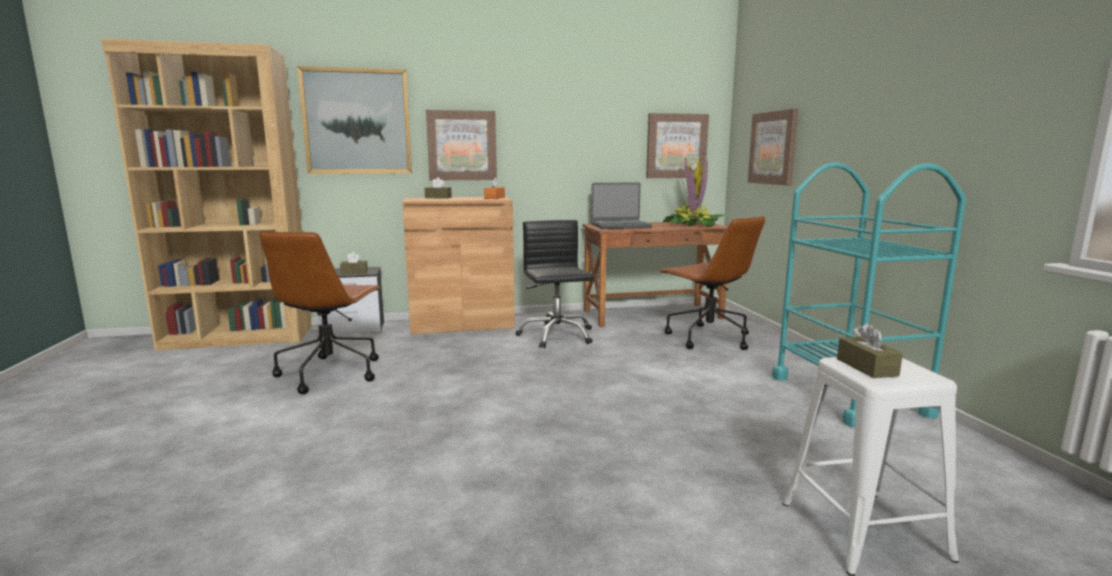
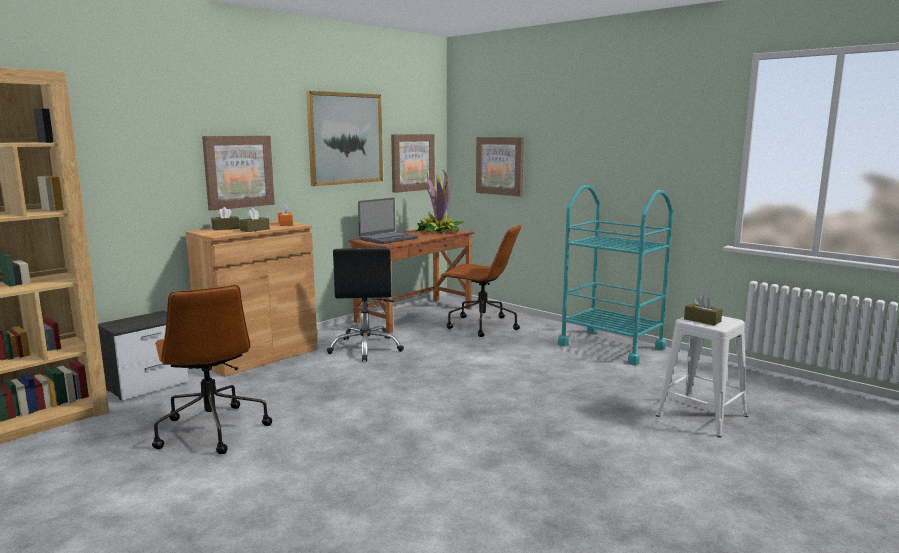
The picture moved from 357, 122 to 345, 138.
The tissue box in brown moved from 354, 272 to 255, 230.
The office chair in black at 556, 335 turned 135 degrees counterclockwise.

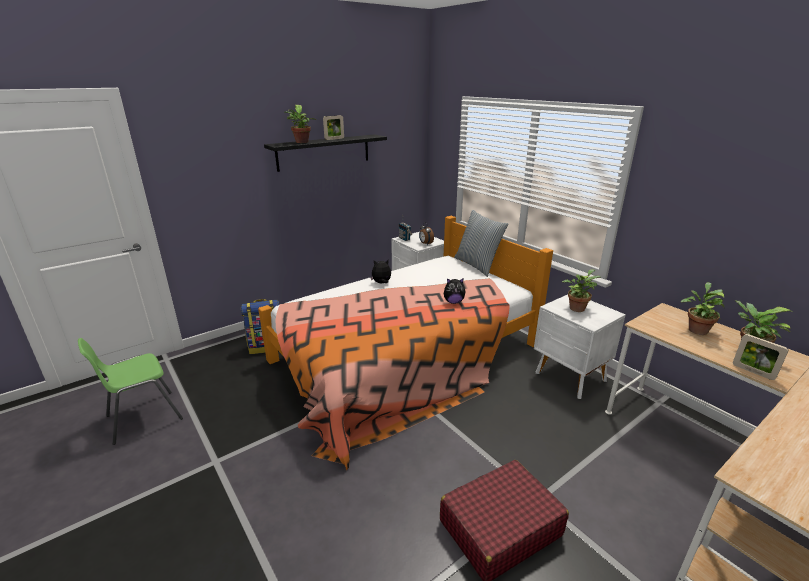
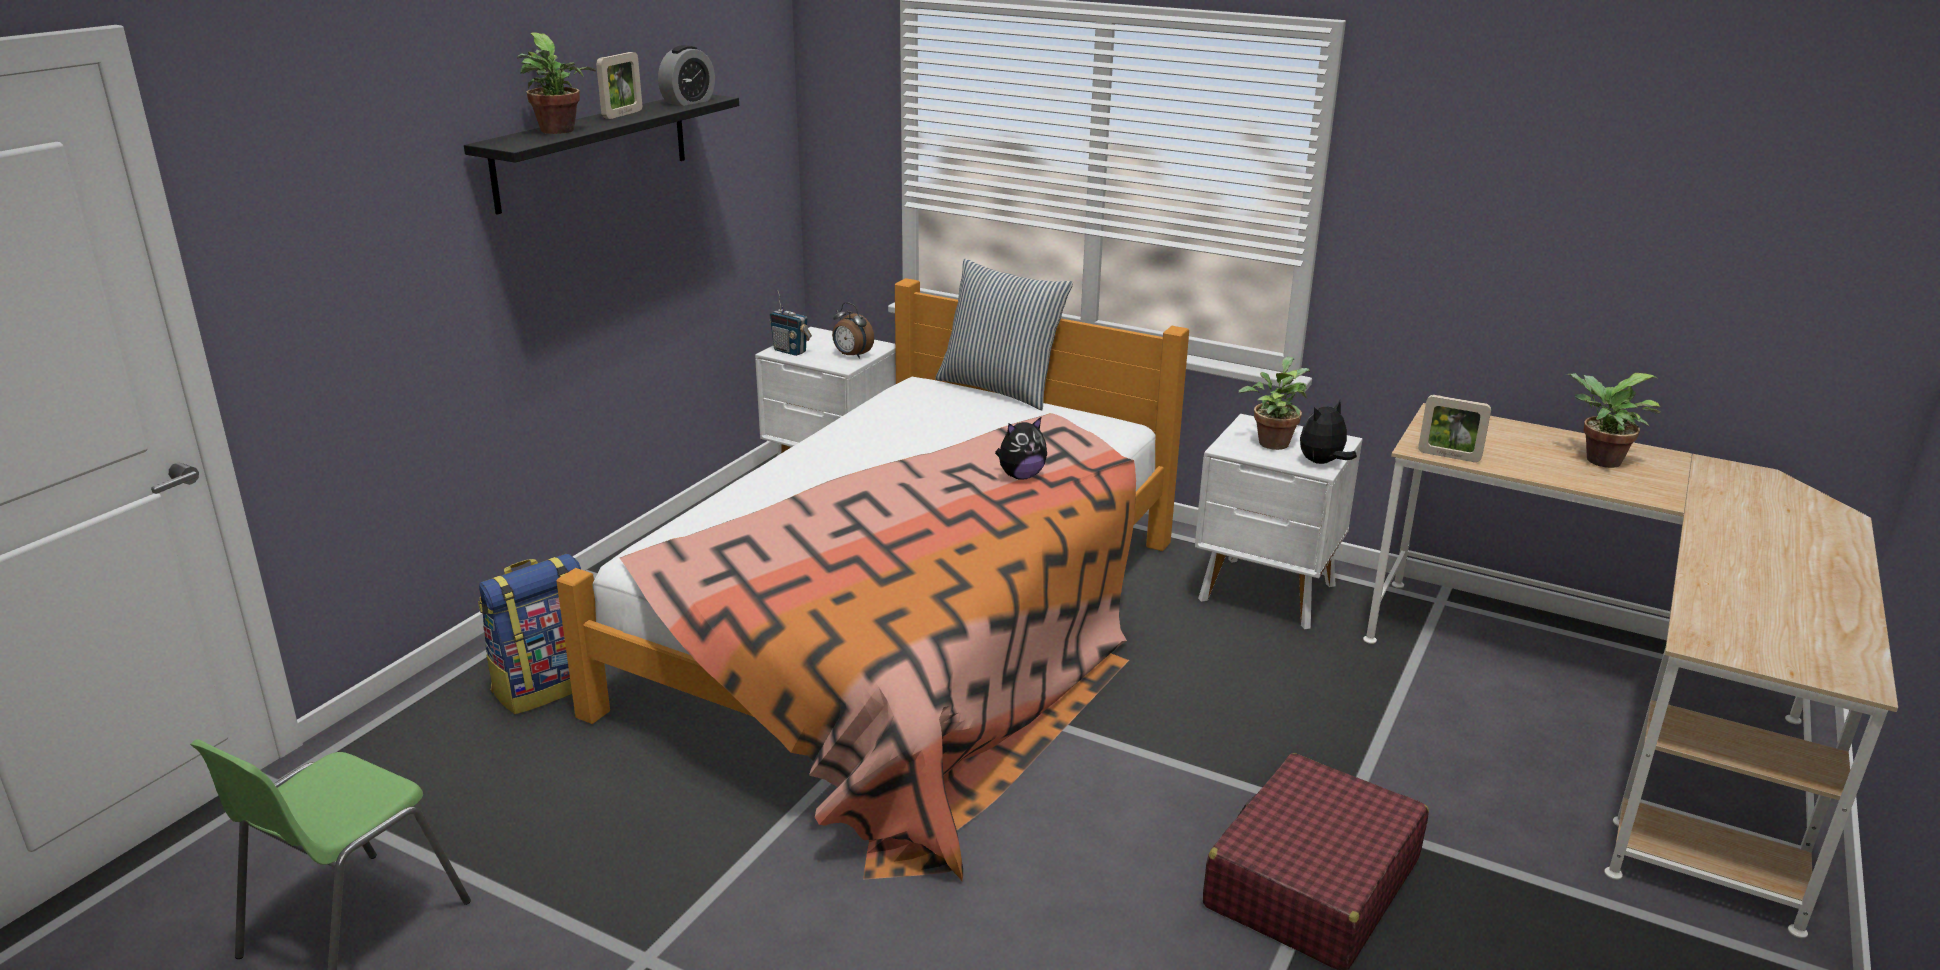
The plush toy moved from 381, 283 to 1322, 463.
The potted plant at 696, 329 disappeared.
The picture frame moved from 753, 371 to 1449, 456.
The alarm clock at 688, 102 appeared.

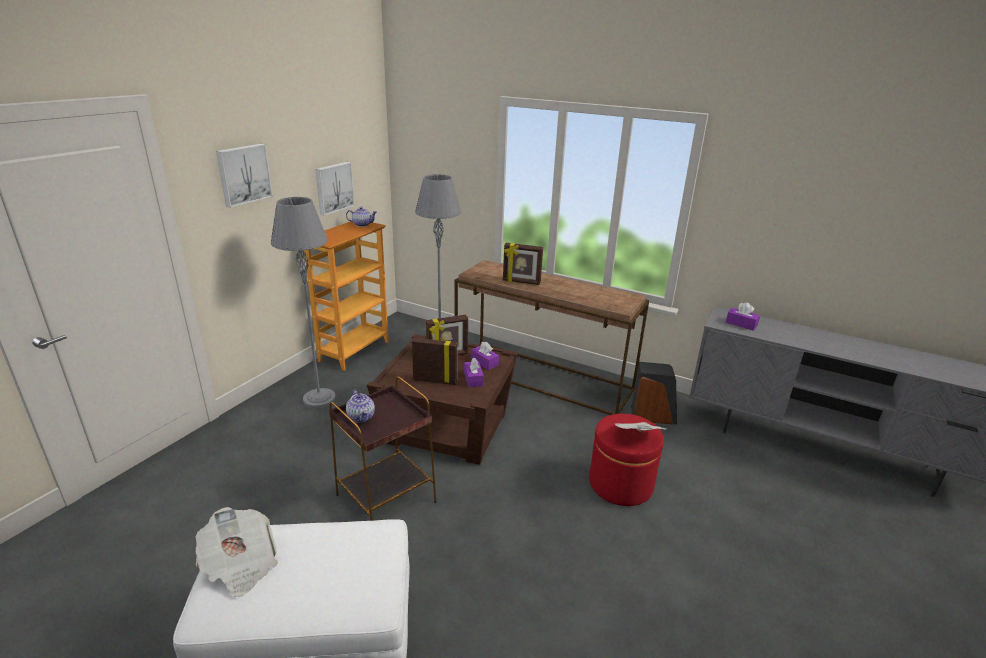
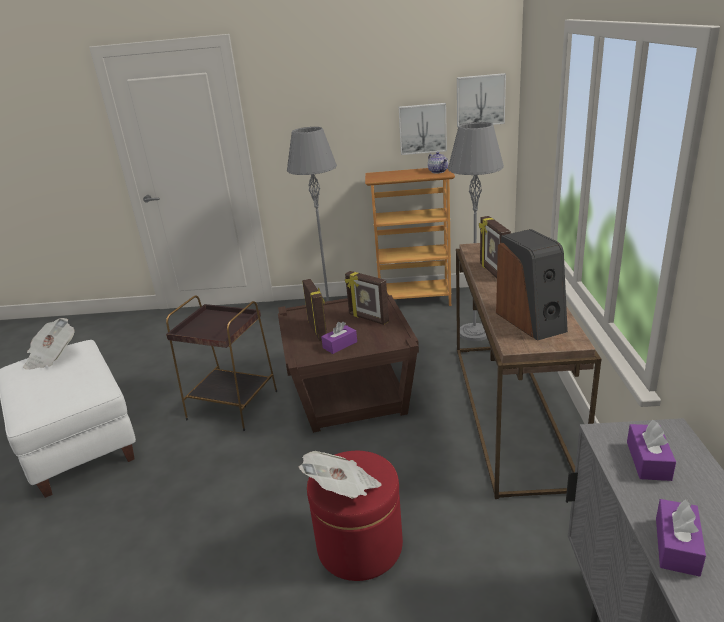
The picture moved from 243, 174 to 480, 100.
The teapot at 361, 417 disappeared.
The tissue box in purple moved from 484, 362 to 676, 546.
The speaker moved from 653, 415 to 531, 321.

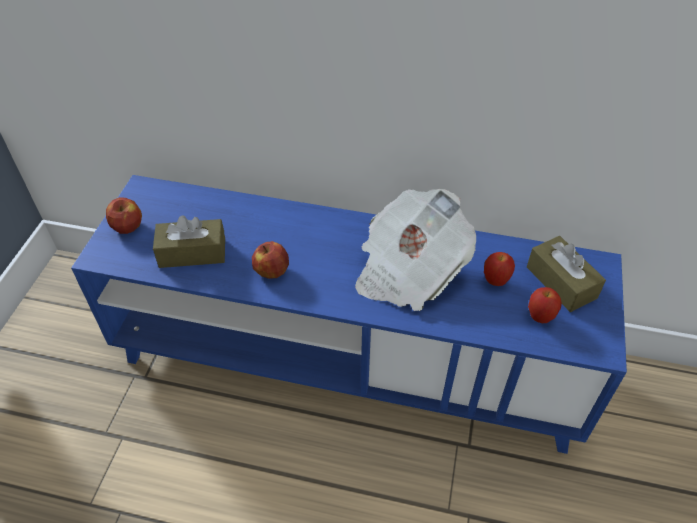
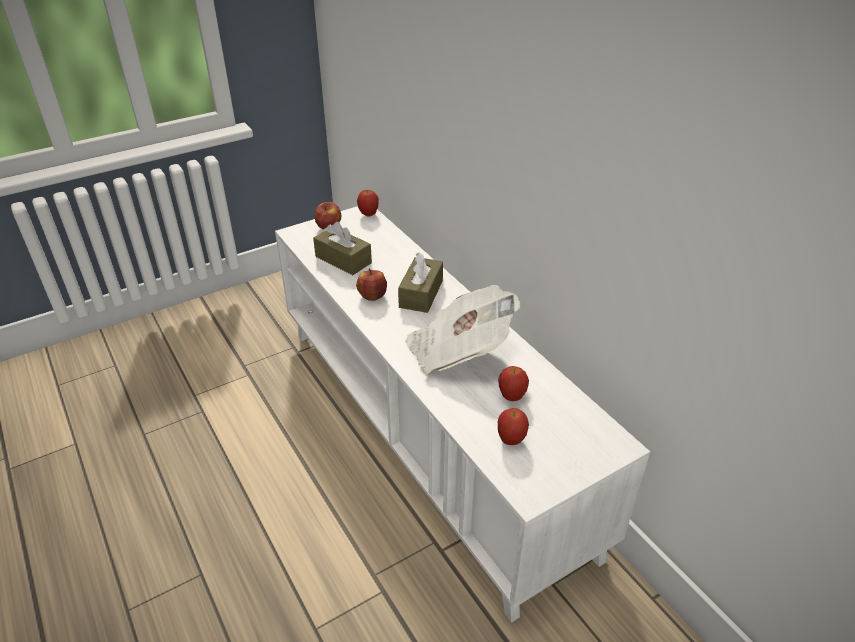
The tv stand in blue at 348, 359 became the tv stand in white at 427, 431.
The tissue box in brown moved from 561, 282 to 421, 294.
The apple at 368, 214 appeared.

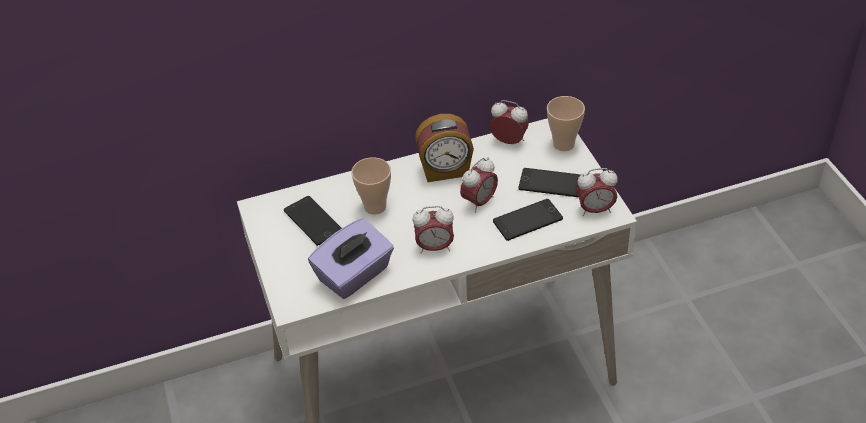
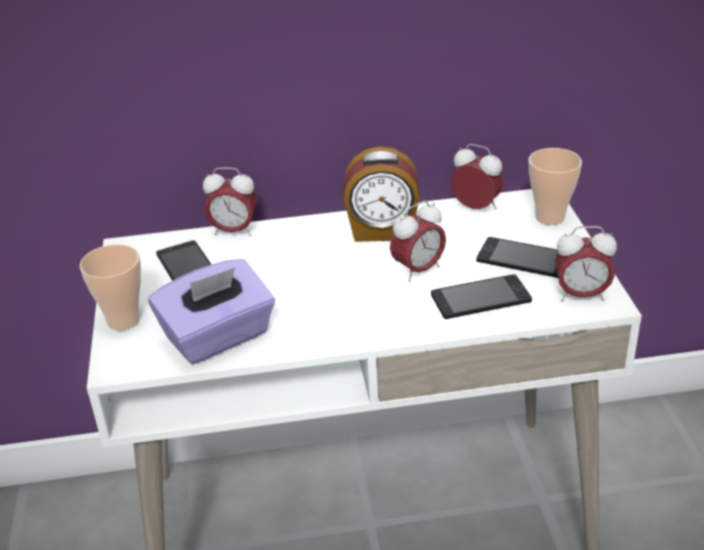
The cup moved from 375, 206 to 123, 320.
The alarm clock moved from 434, 247 to 234, 231.

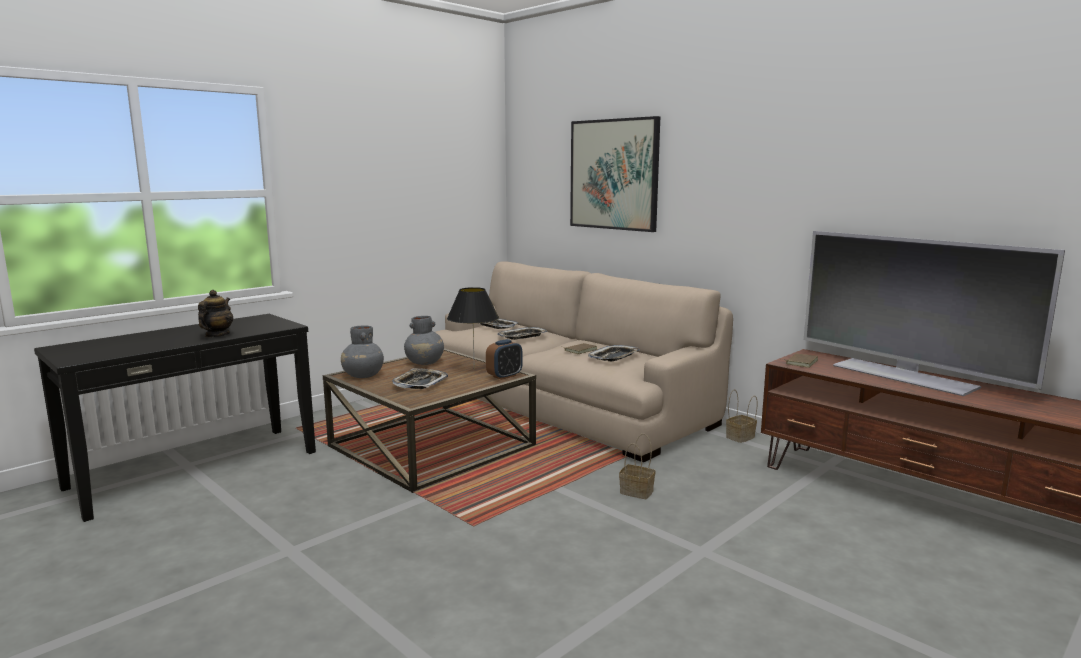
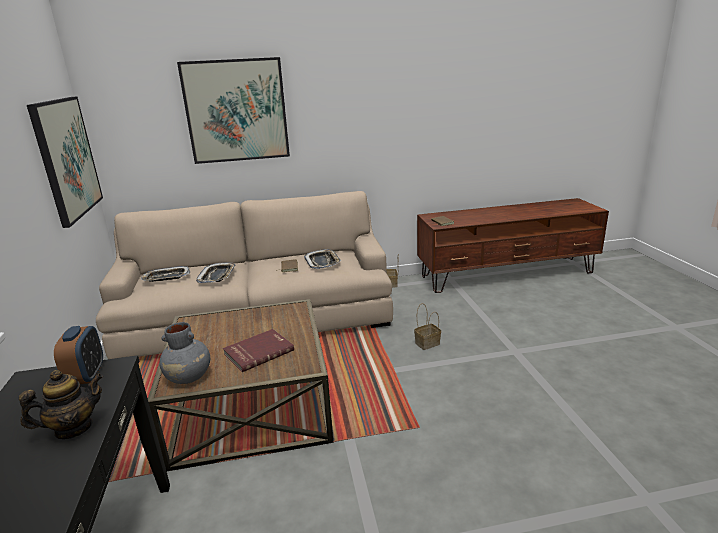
The teapot at 217, 335 turned 105 degrees clockwise.
The tray at 420, 383 was replaced by the book in red at 258, 351.
The vase in grey at 425, 363 disappeared.
The table lamp in black at 474, 369 disappeared.
The alarm clock moved from 504, 376 to 86, 376.
The television at 904, 376 disappeared.
The picture at 67, 158 appeared.

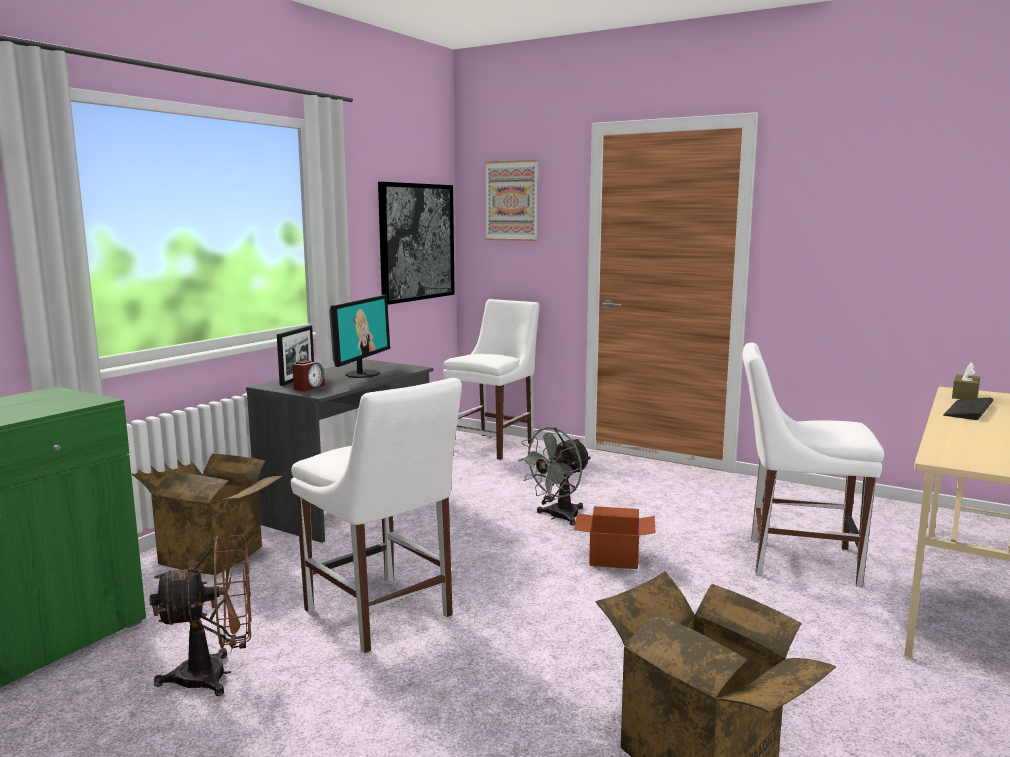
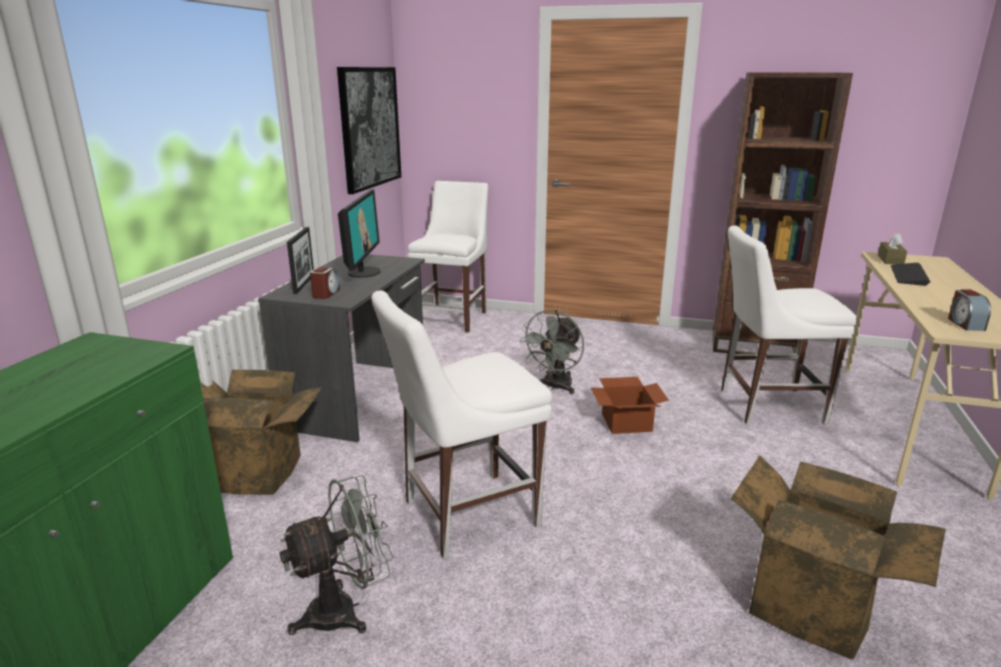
The fan in brown at 215, 675 became the fan in grey at 345, 610.
The chair in white at 381, 615 turned 120 degrees clockwise.
The picture at 512, 201 disappeared.
The bookcase in brown at 754, 345 appeared.
The alarm clock at 965, 324 appeared.

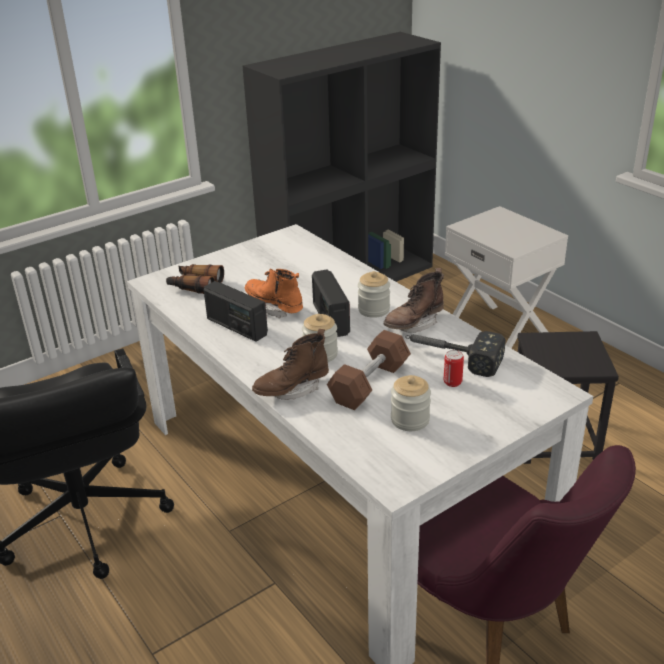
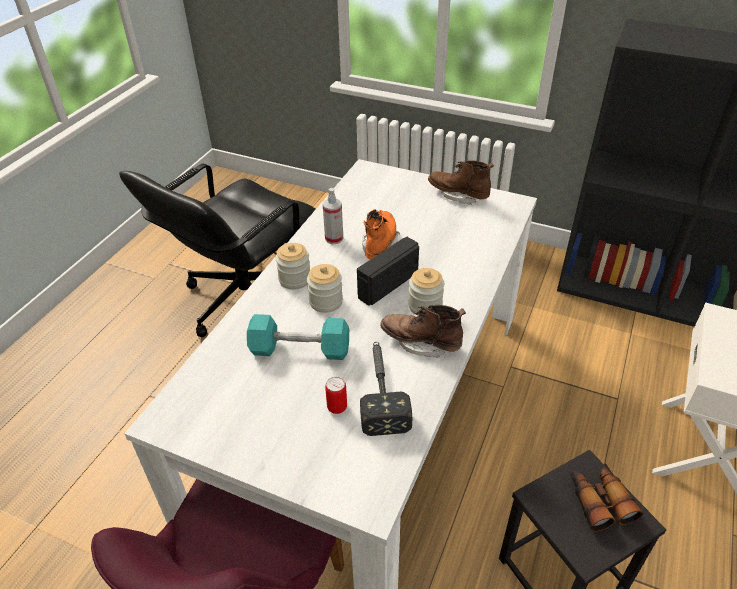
The binoculars moved from 195, 286 to 599, 500.
The radio at 236, 327 was replaced by the spray bottle at 334, 238.
The boot in brown moved from 292, 389 to 458, 195.
The dumbbell in brown at 369, 383 became the dumbbell in turquoise at 300, 349.
The jar moved from 410, 420 to 295, 279.

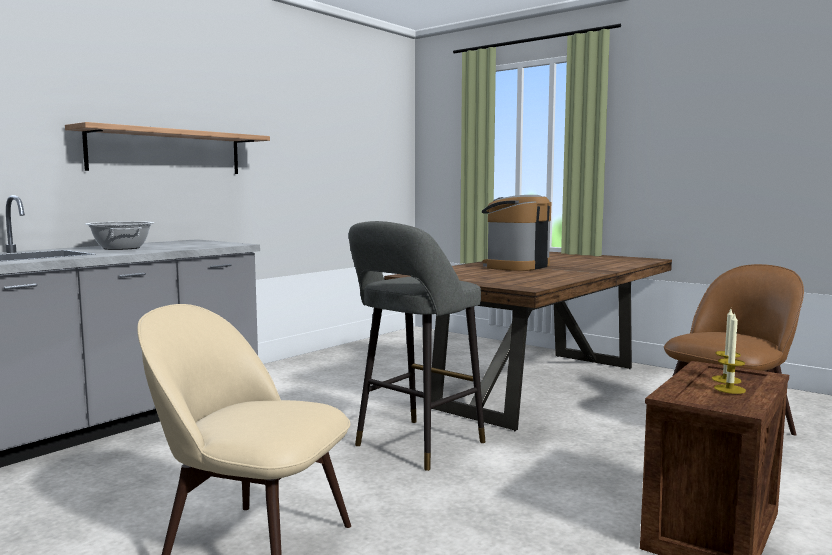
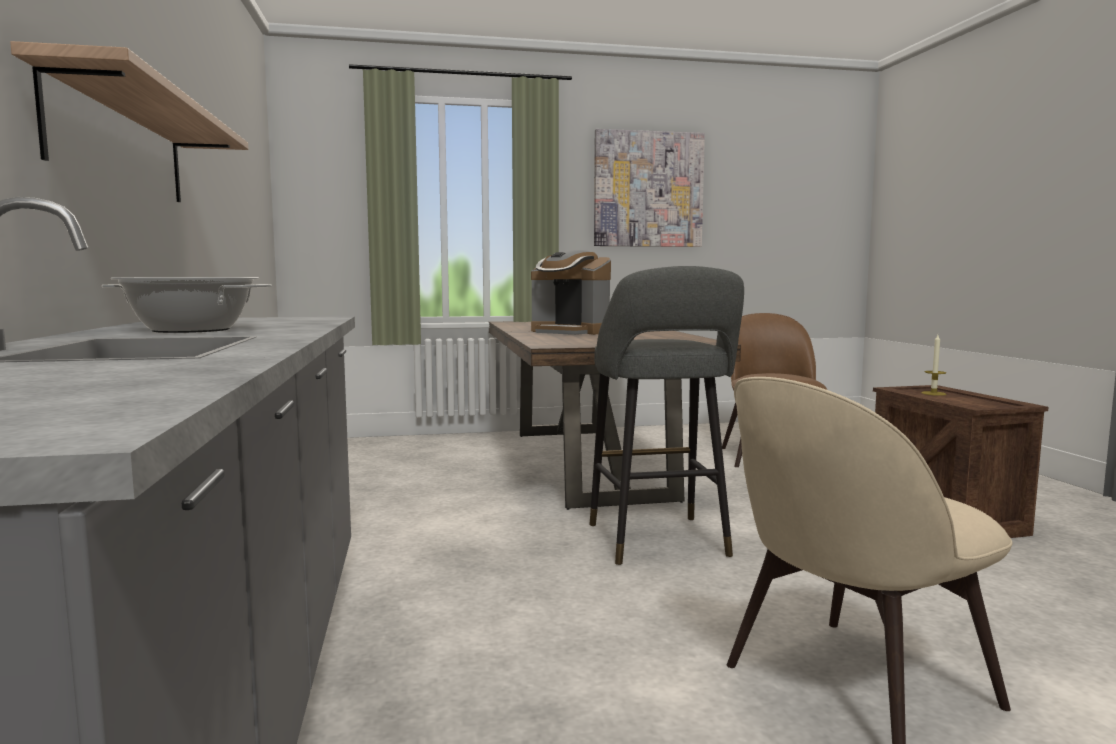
The coffee machine at 515, 266 turned 45 degrees counterclockwise.
The candle at 729, 389 disappeared.
The picture at 648, 189 appeared.

